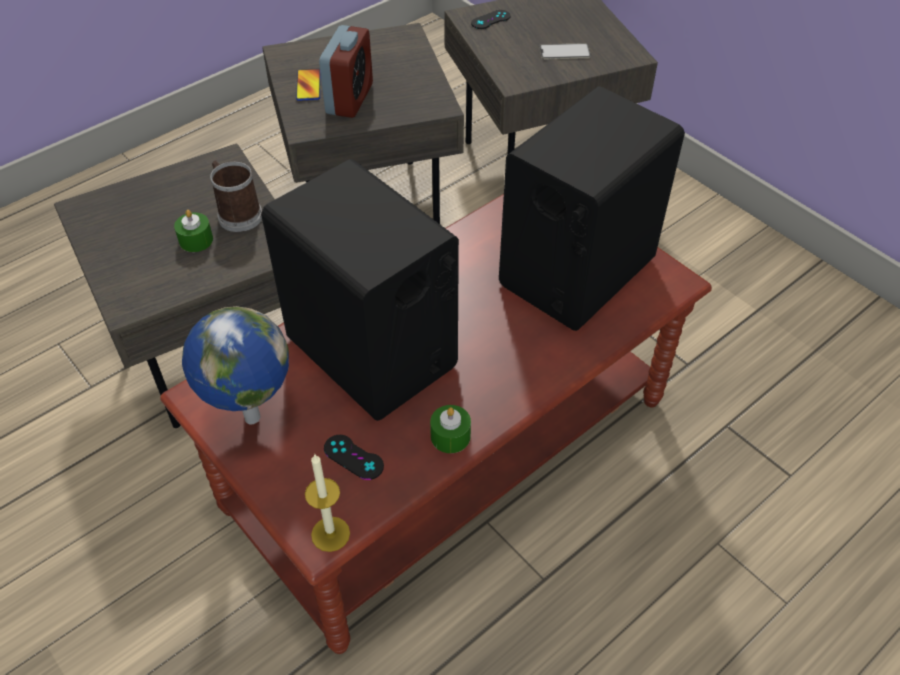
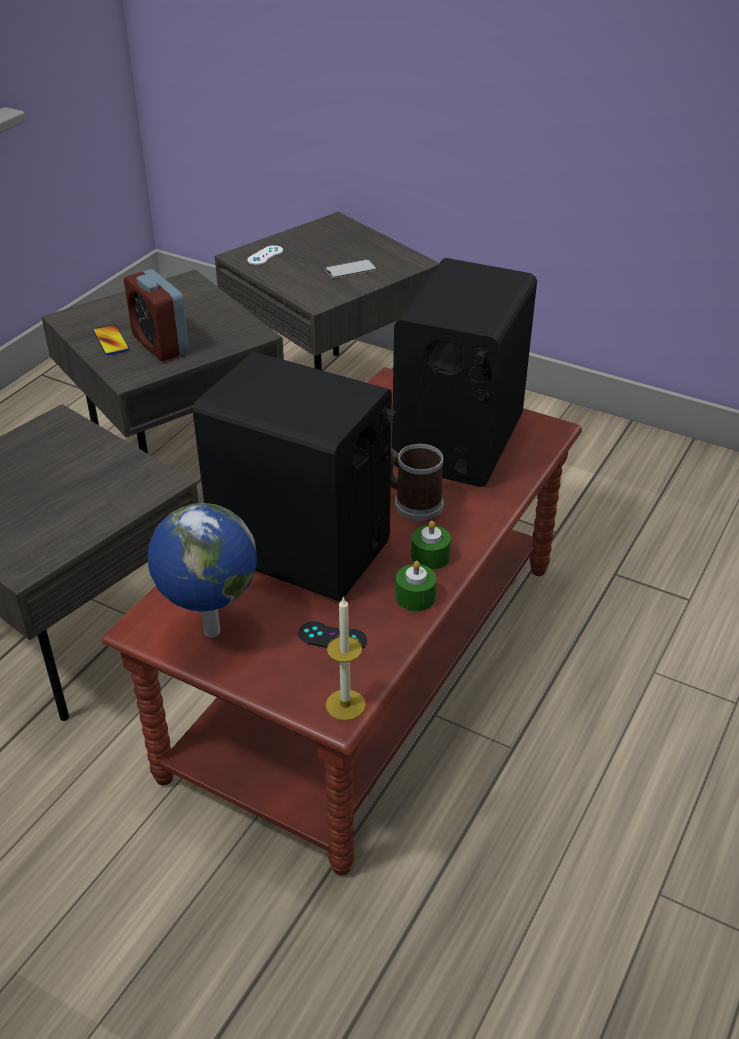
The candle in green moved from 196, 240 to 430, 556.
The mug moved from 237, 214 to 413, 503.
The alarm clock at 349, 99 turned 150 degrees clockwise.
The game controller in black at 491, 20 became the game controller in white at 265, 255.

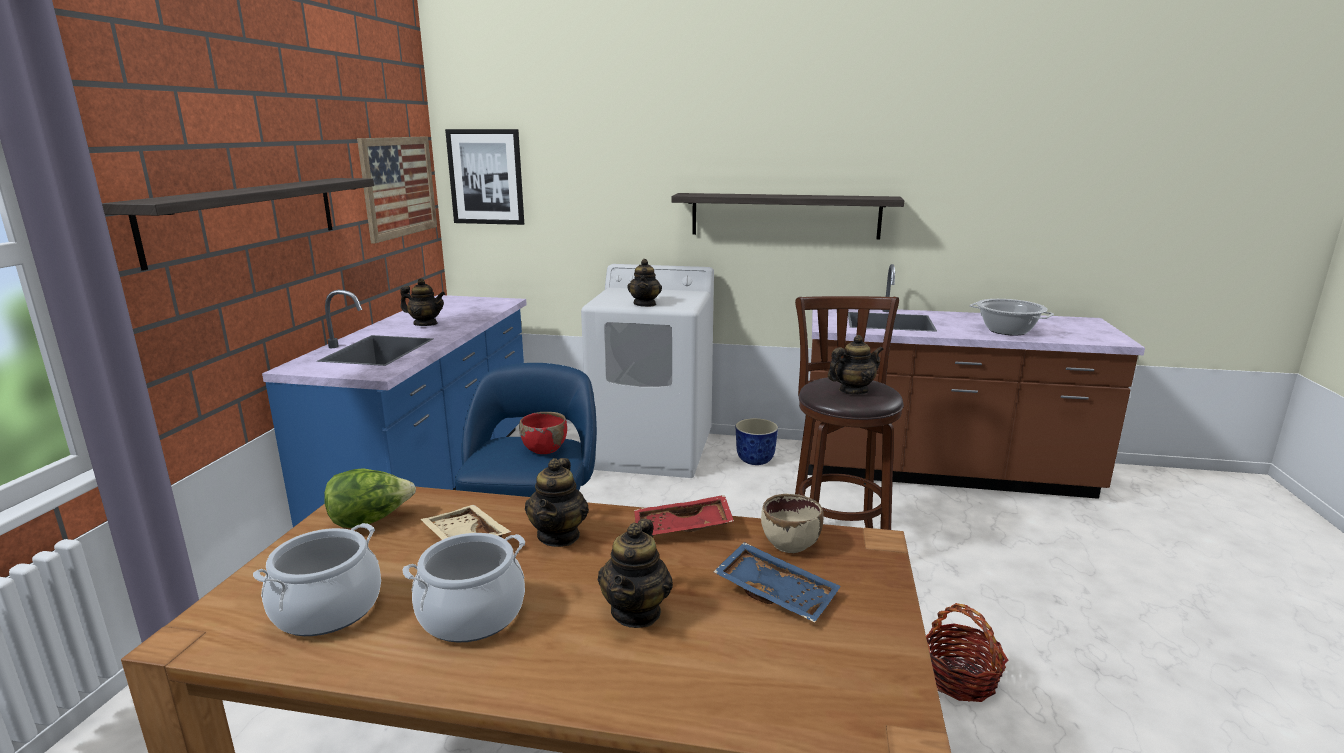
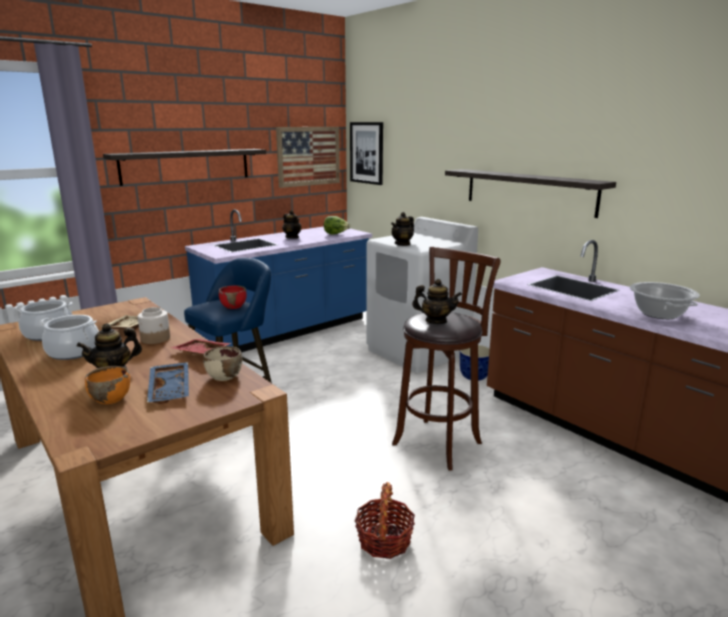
The lettuce moved from 370, 521 to 336, 234.
The teapot at 559, 536 was replaced by the jar at 156, 339.
The bowl in orange at 110, 399 appeared.

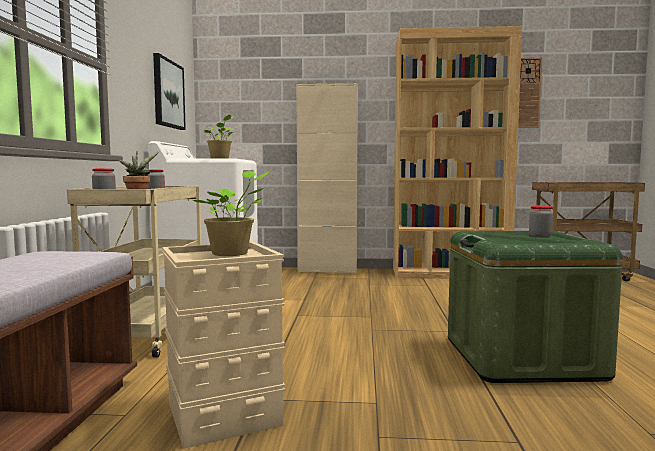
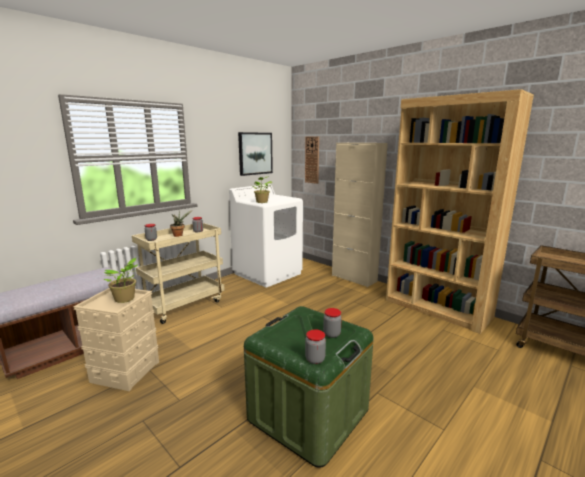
The wall clock moved from 526, 93 to 312, 160.
The jar at 315, 359 appeared.

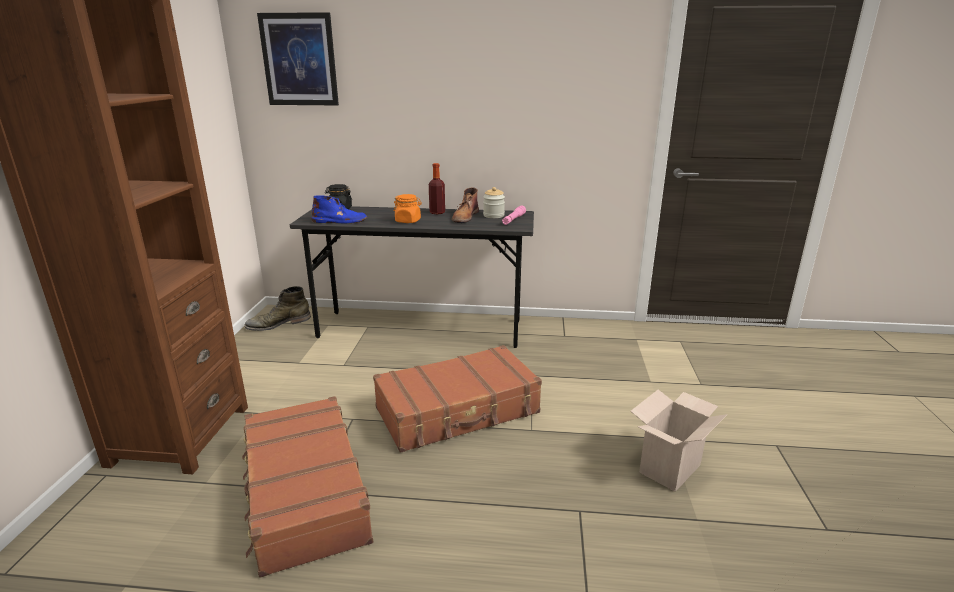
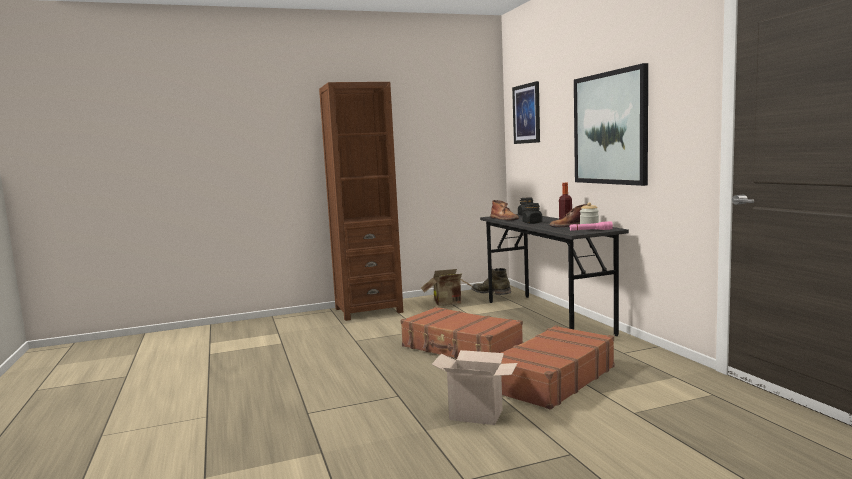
The suitcase in brown moved from 304, 493 to 552, 379.
The boot in blue at 340, 221 became the boot in brown at 504, 218.
The jar in orange at 408, 221 became the jar in black at 532, 223.
The cardboard box at 449, 303 appeared.
The picture at 610, 128 appeared.

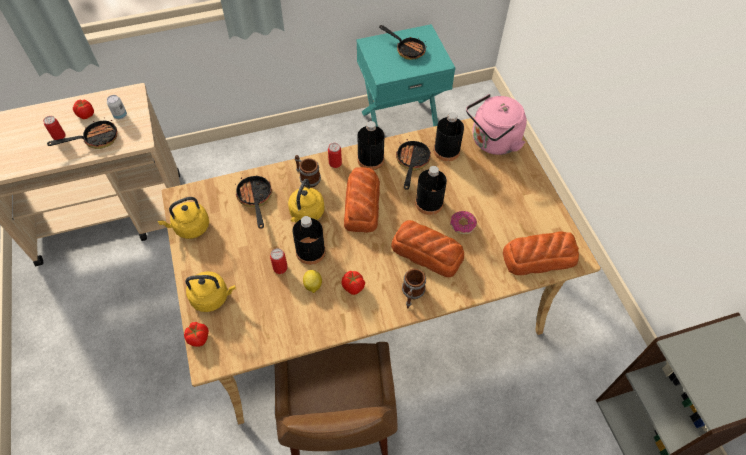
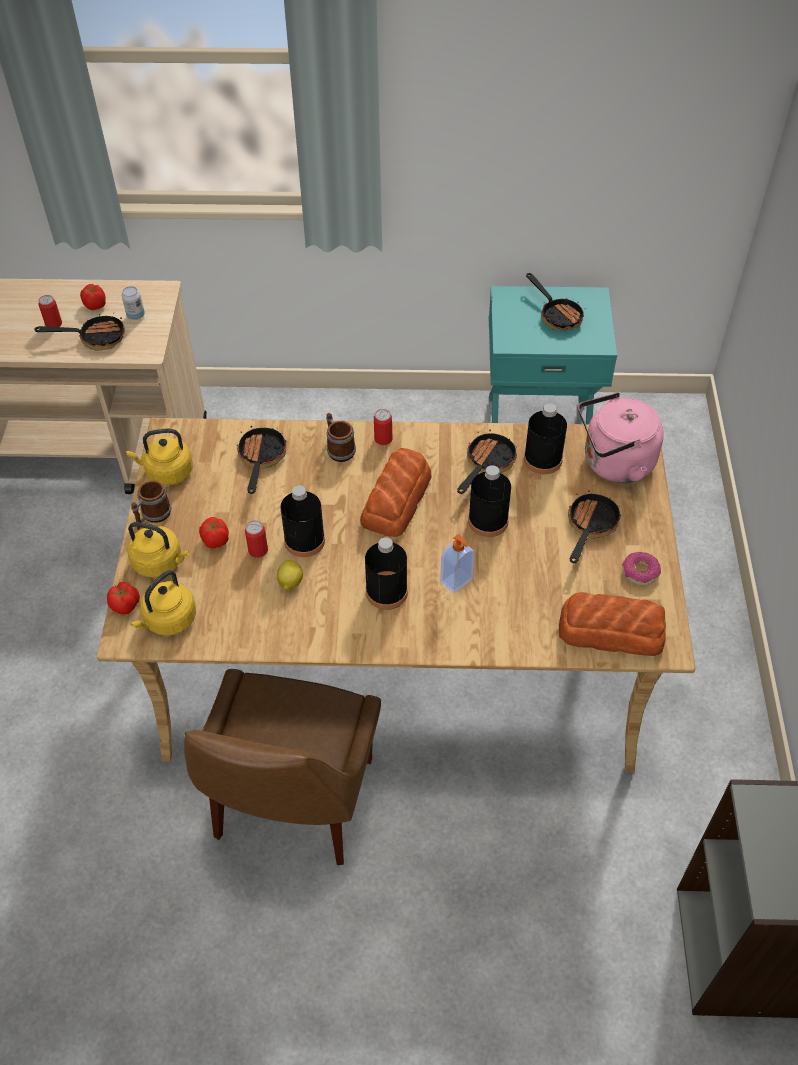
The kettle in yellow moved from 306, 214 to 168, 620.
The tomato moved from 353, 287 to 215, 541.
The bottle in black moved from 370, 159 to 386, 592.
The bread at 426, 251 was replaced by the soap dispenser at 457, 581.
The mug moved from 412, 294 to 152, 516.
The donut moved from 462, 225 to 640, 572.
The frying pan at 590, 527 appeared.

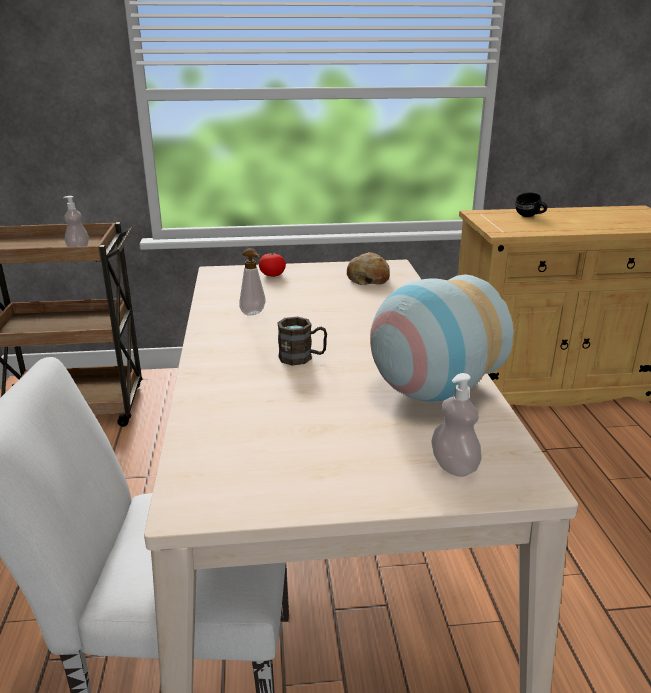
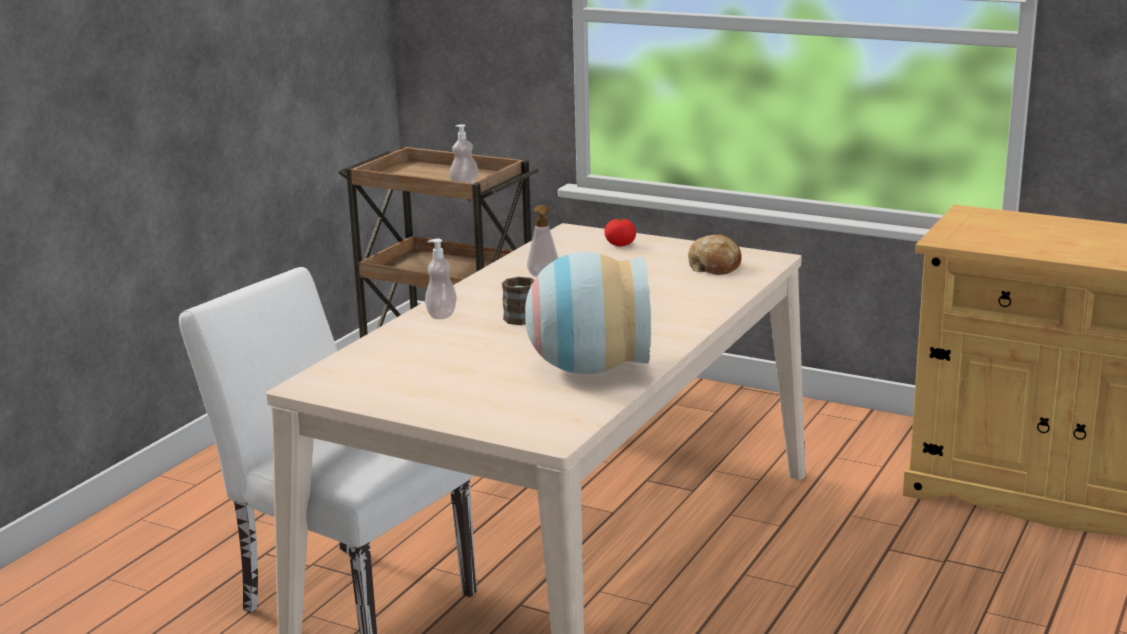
The soap dispenser moved from 454, 466 to 441, 315.
The mug in black at 529, 216 disappeared.

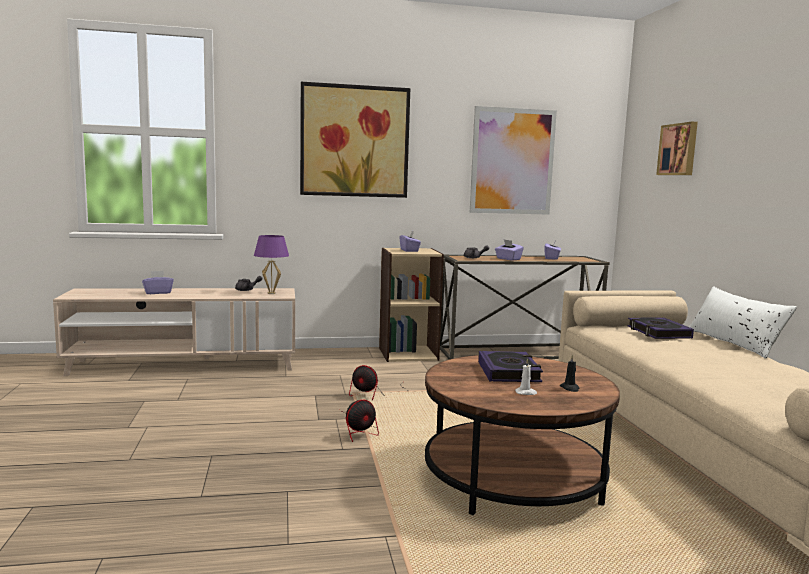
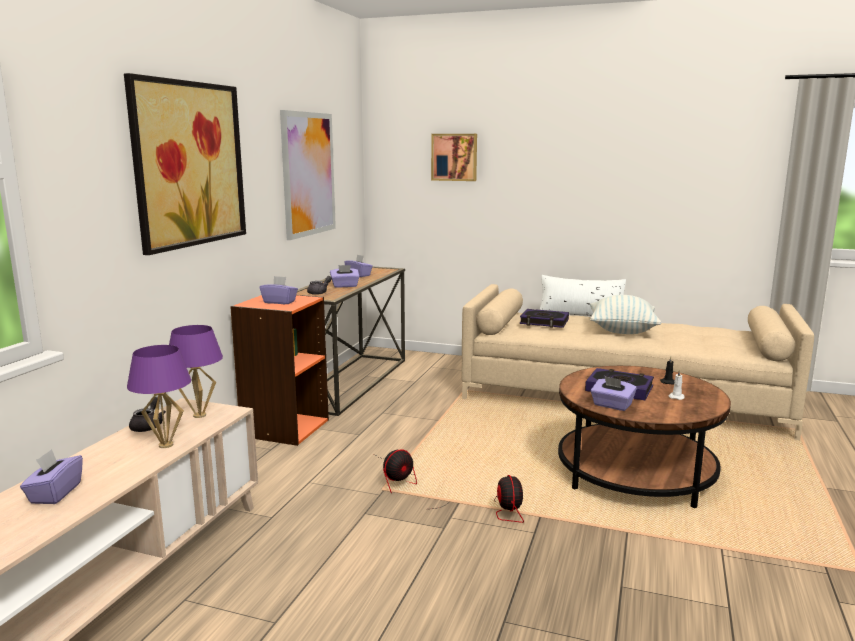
The bookcase in beige at 408, 353 became the bookcase in orange at 284, 428.
The table lamp in purple at 165, 445 appeared.
The pillow at 622, 331 appeared.
The tissue box in purple at 612, 405 appeared.

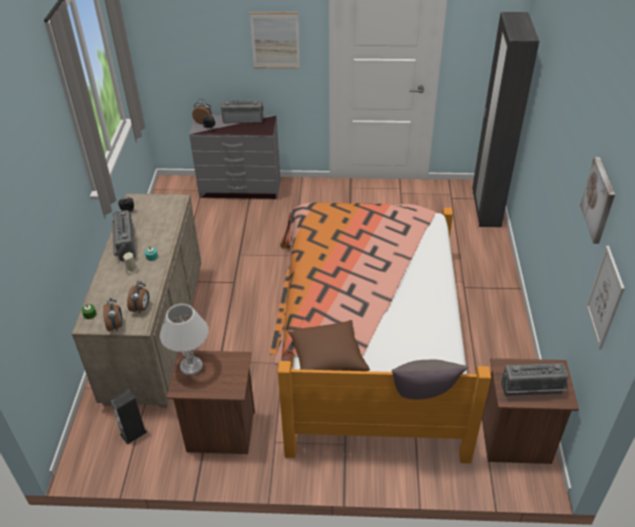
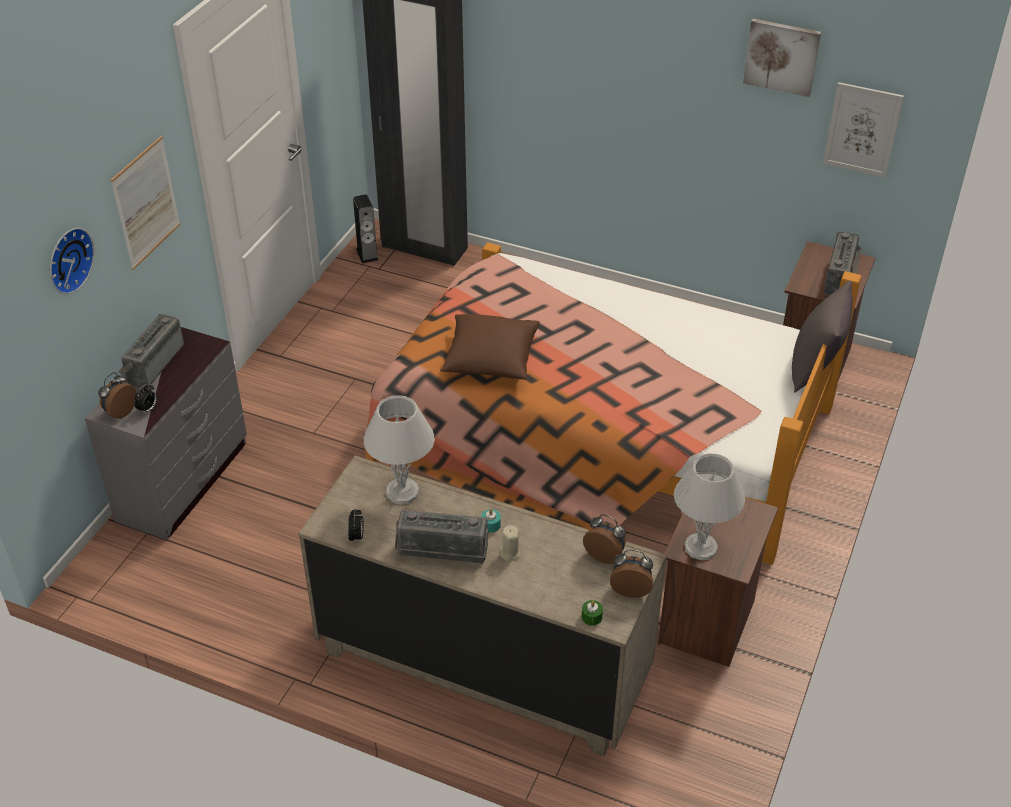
The speaker moved from 133, 433 to 367, 254.
The pillow in brown moved from 327, 359 to 490, 360.
The wall clock at 67, 259 appeared.
The table lamp in white at 403, 493 appeared.

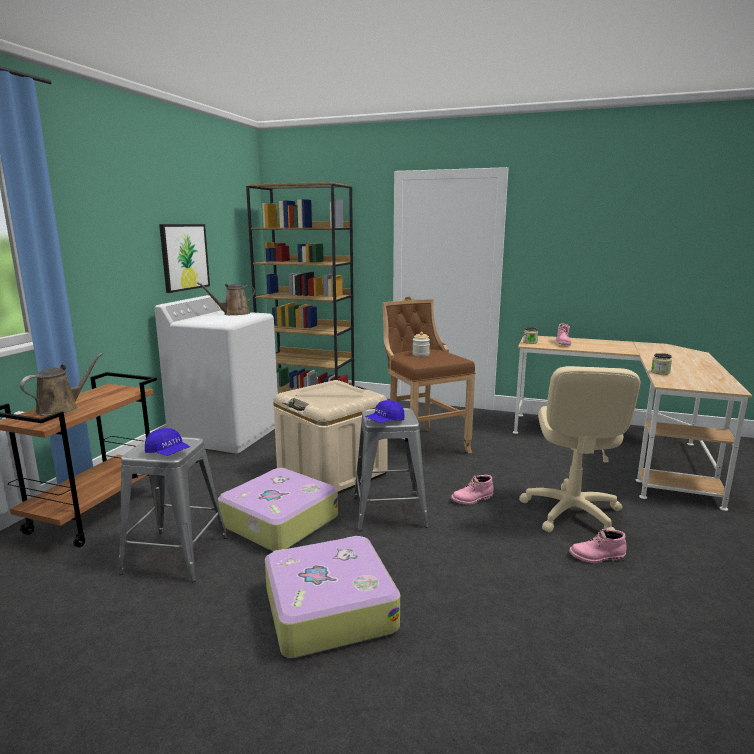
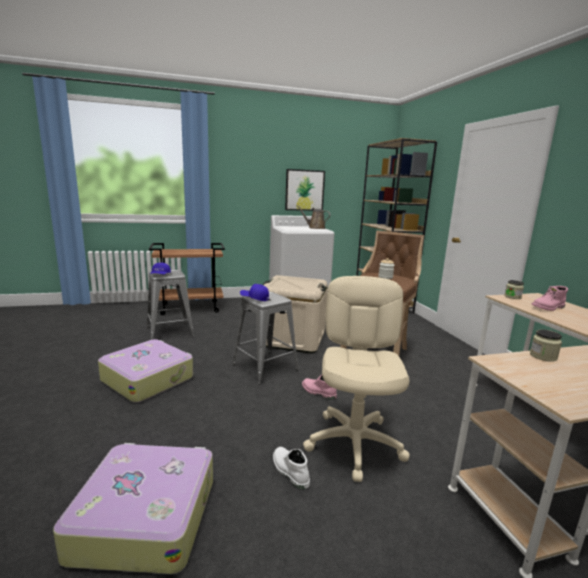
The watering can in brown at 61, 409 disappeared.
The suitcase moved from 278, 521 to 145, 516.
The office chair in beige at 571, 512 turned 120 degrees clockwise.
The boot in pink at 597, 557 became the boot in white at 289, 471.

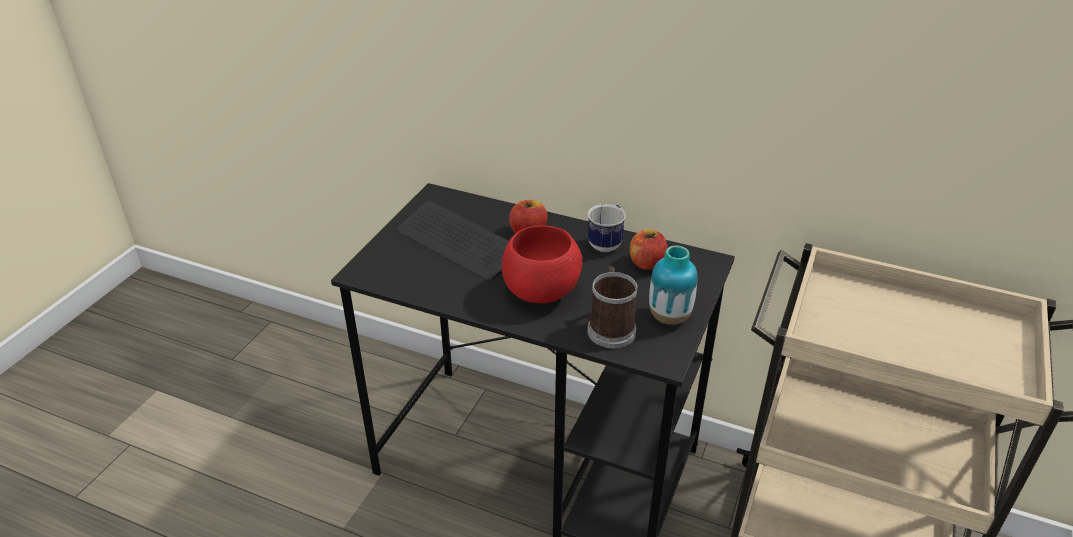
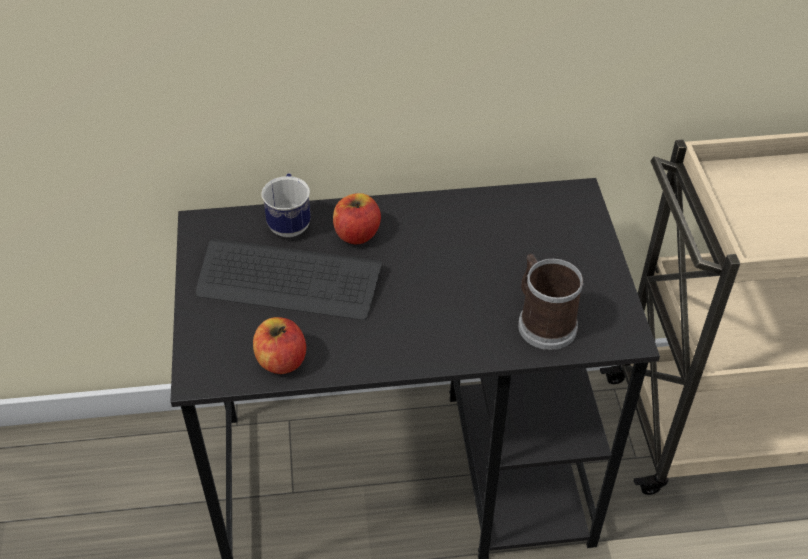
The bowl in red at 542, 292 disappeared.
The mug moved from 607, 243 to 290, 222.
The apple moved from 647, 263 to 281, 360.
The vase at 669, 317 disappeared.

